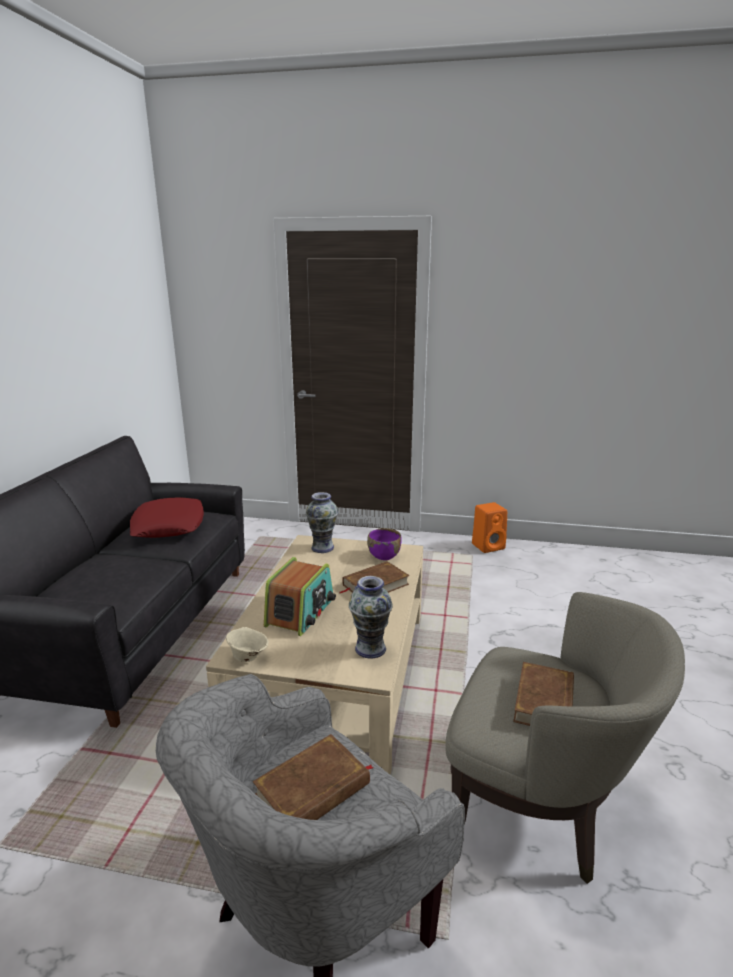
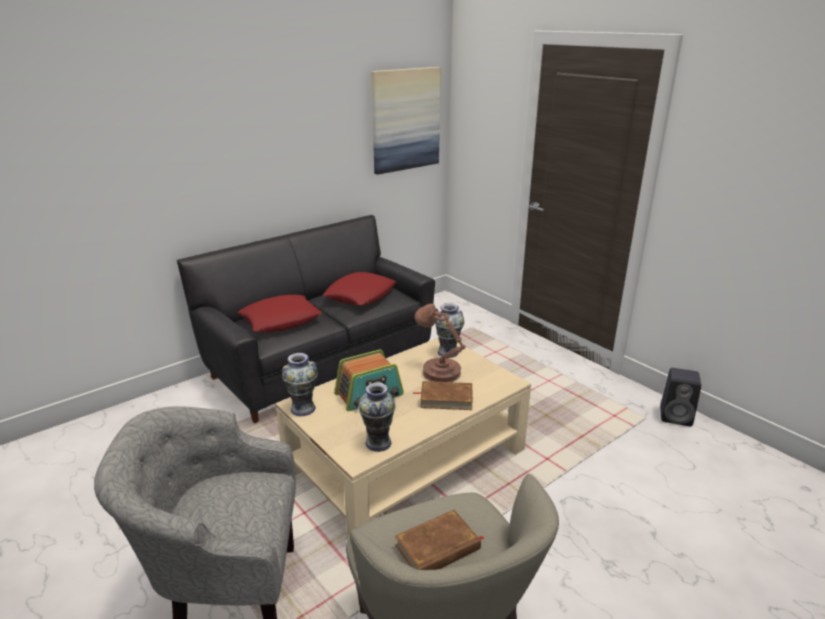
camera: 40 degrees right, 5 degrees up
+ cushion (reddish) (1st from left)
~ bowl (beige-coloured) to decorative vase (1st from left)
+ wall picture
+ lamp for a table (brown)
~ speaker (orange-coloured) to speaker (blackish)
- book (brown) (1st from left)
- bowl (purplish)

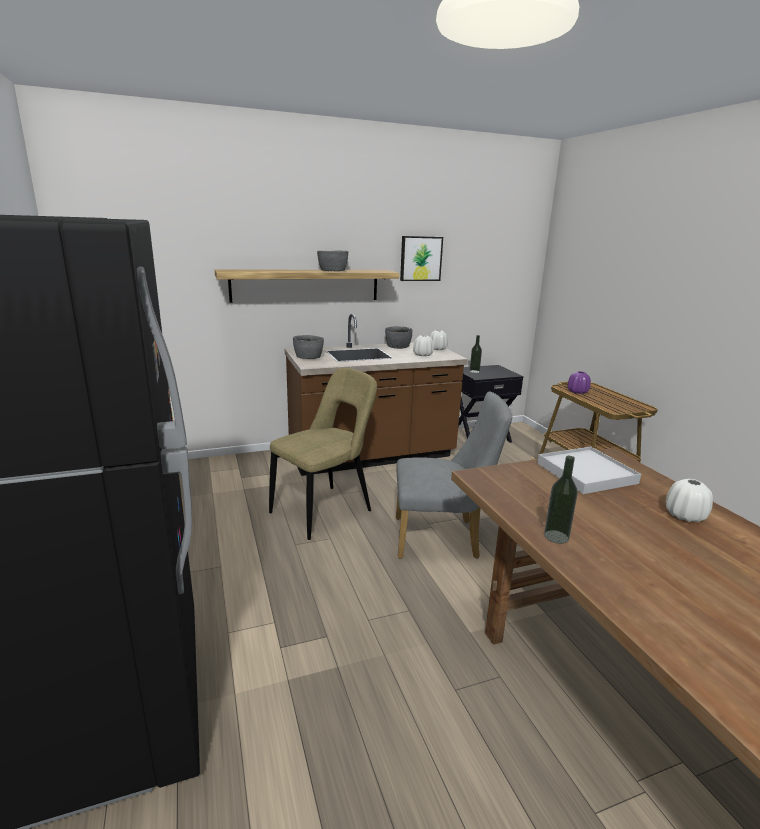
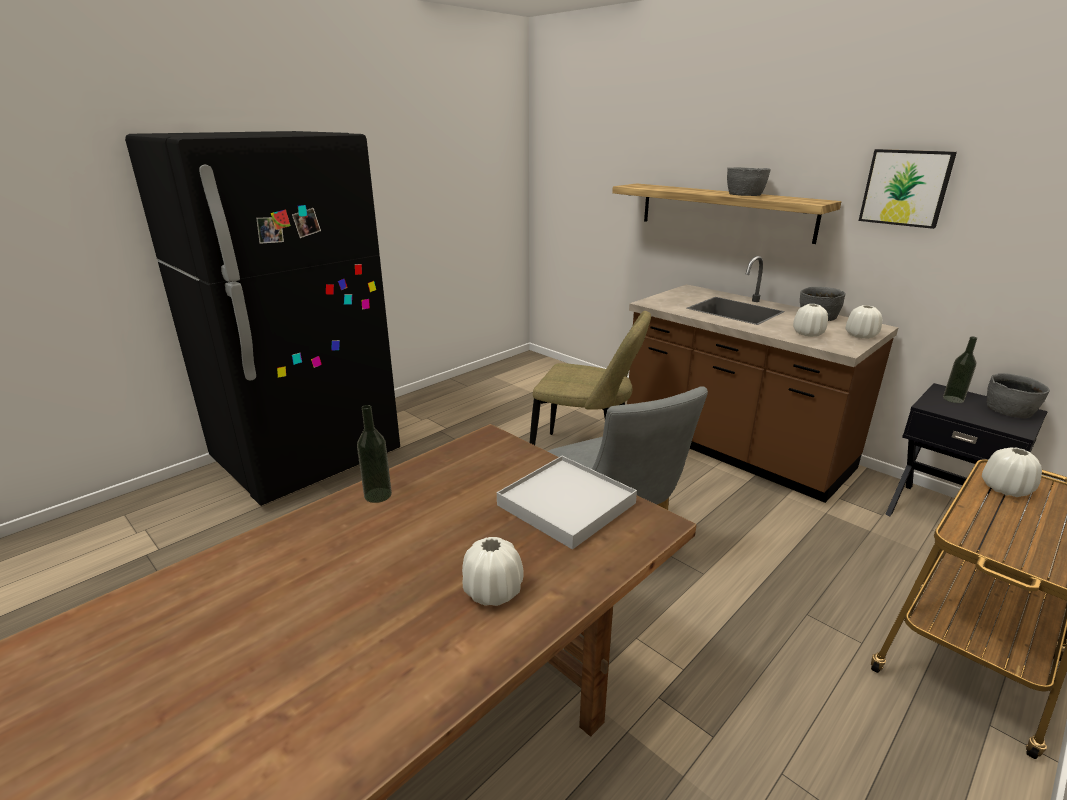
camera: 65 degrees right, 5 degrees up
~ decorative vase (purplish) to decorative vase (white) (4th from left)
~ bowl (greyish) (1st from left in the first image) to bowl (greyish) (3rd from left)

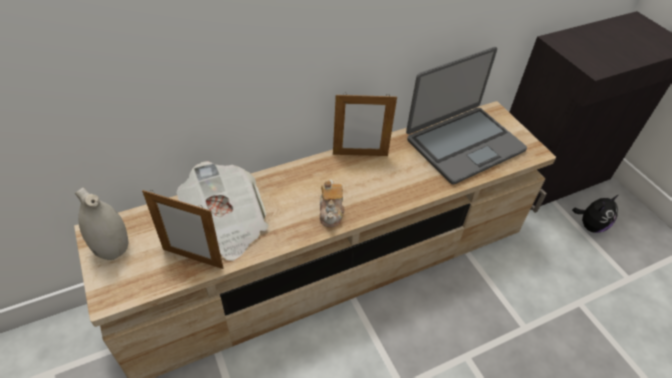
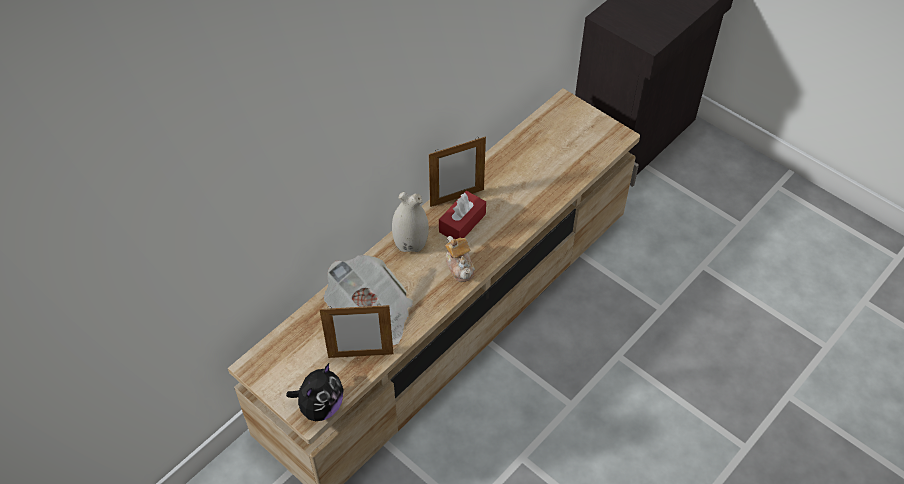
camera: 20 degrees left, 5 degrees up
~ cuddly toy
~ decorative vase (white)
+ tissue box (reddish)
- portable computer

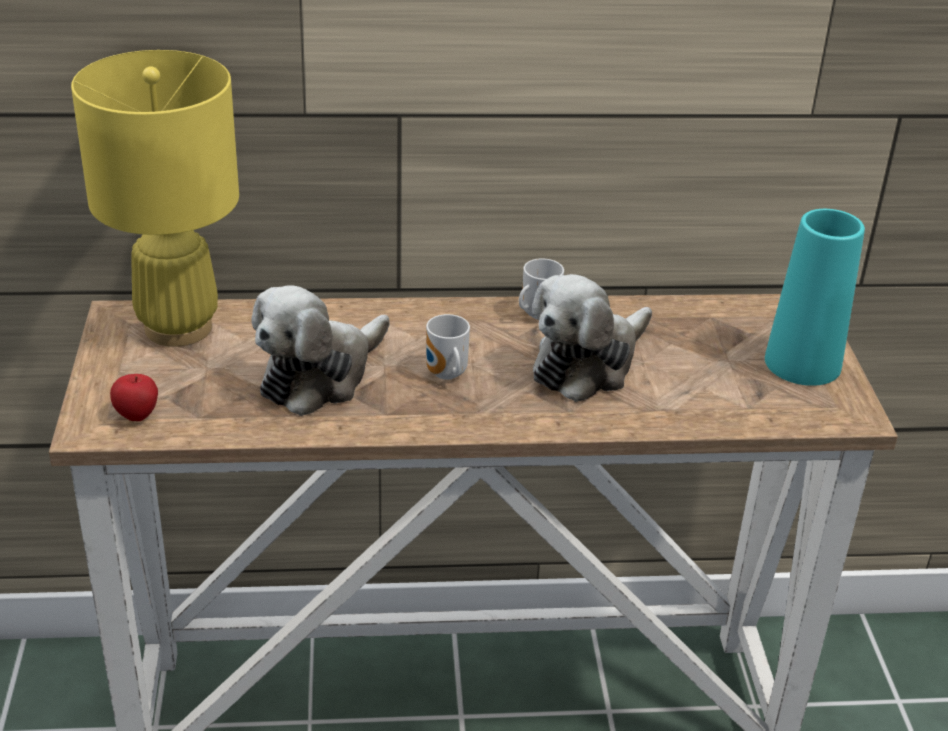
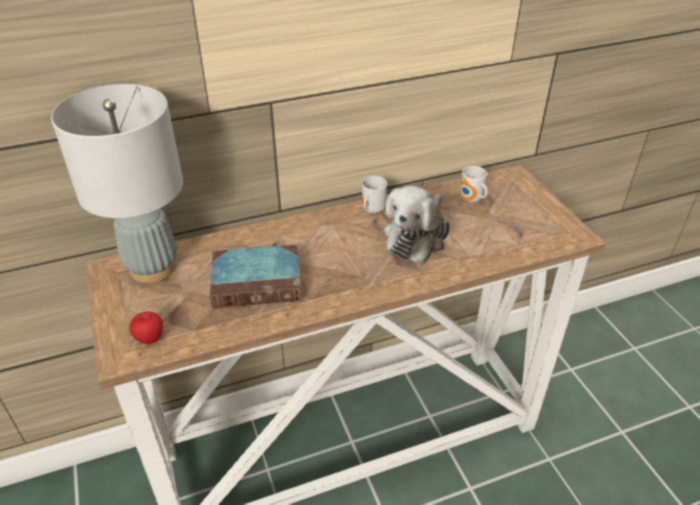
camera: 15 degrees left, 5 degrees up
~ lamp for a table (yellow-coloured) to lamp for a table (greyish)
~ cuddly toy (1st from left) to book
~ coffee mug (1st from left in the first image) to coffee mug (2nd from left)
- decorative vase (blue-green)

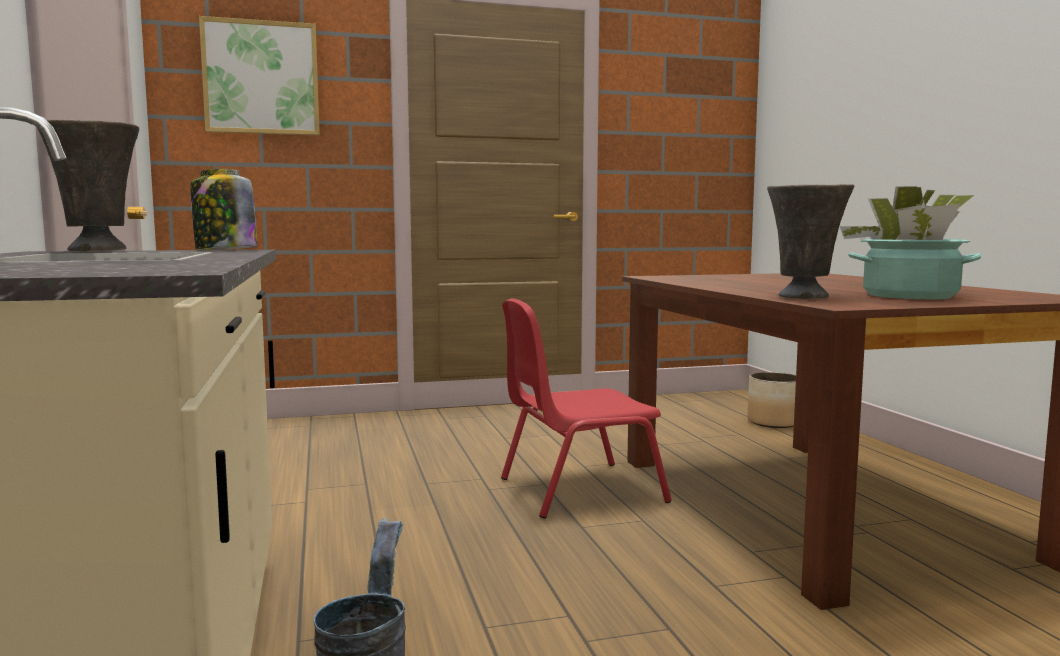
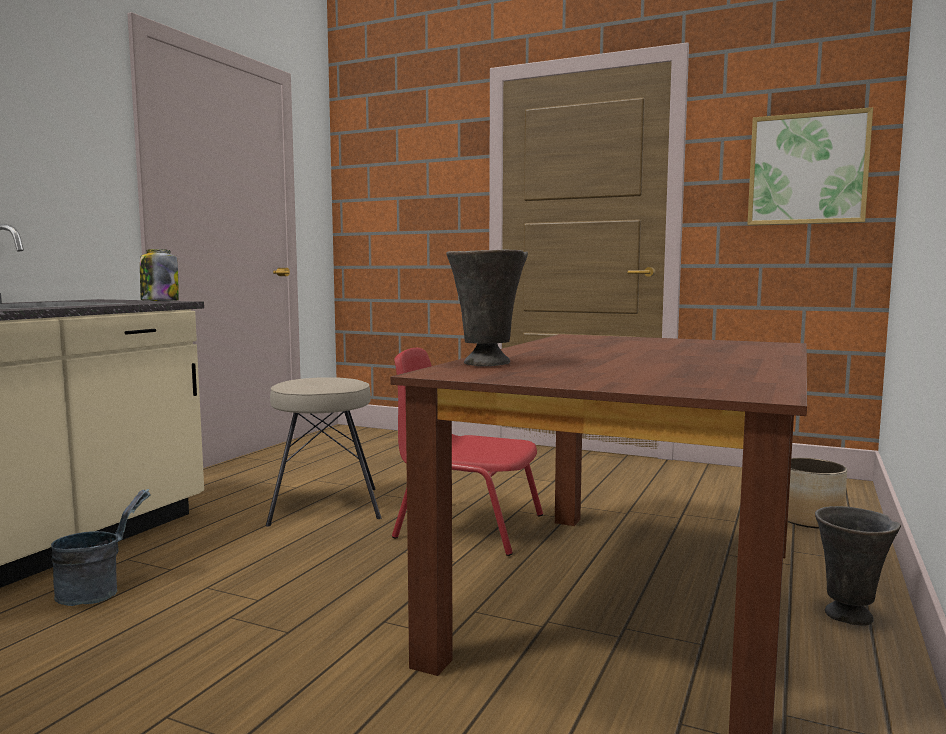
camera: 40 degrees right, 0 degrees up
+ stool (beige-coloured)
~ wall picture
~ decorative vase (greyish) (1st from left in the first image) to decorative vase (greyish) (2nd from left)
- plant in a pot

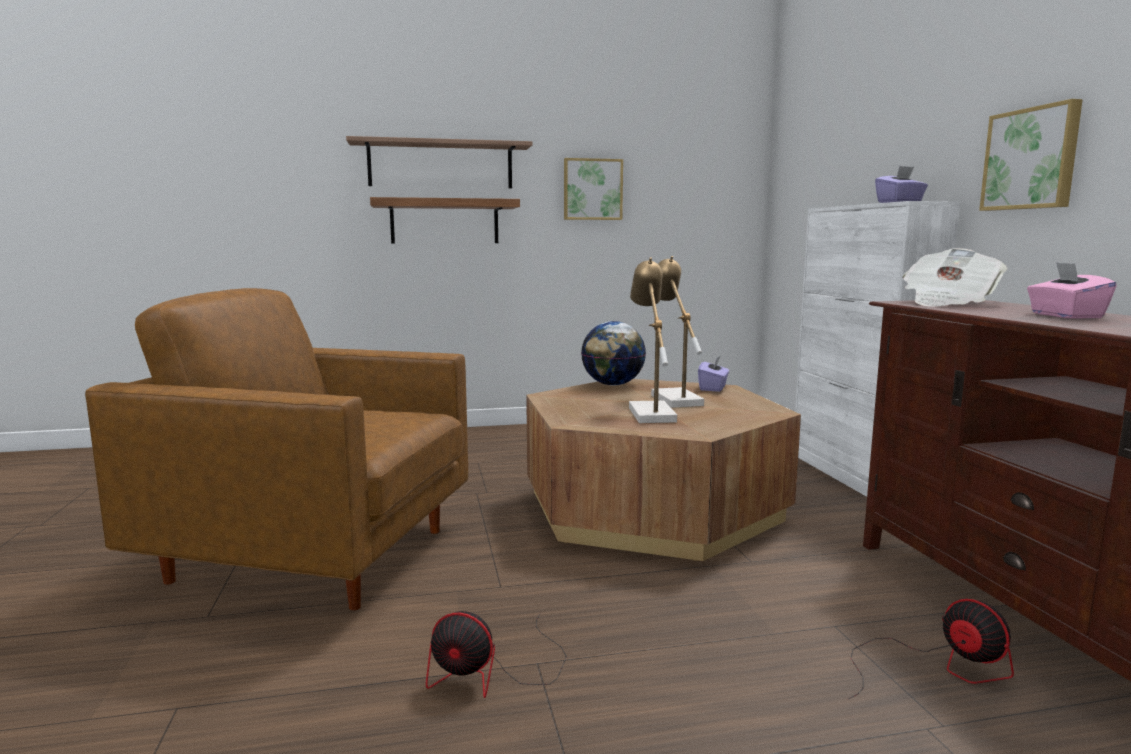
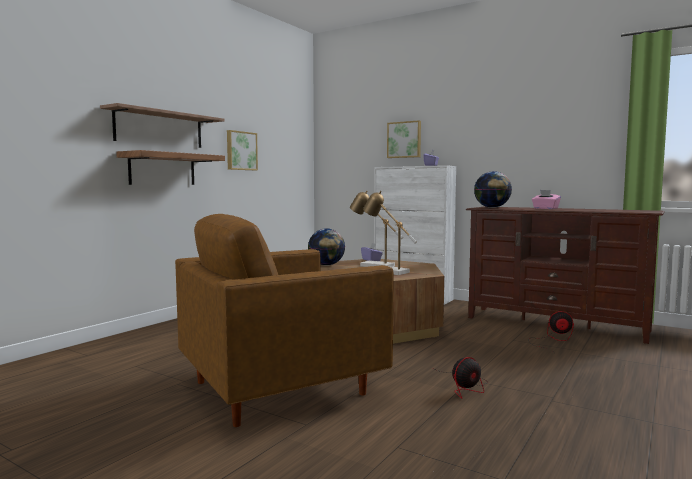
camera: 45 degrees left, 5 degrees down
~ wall picture (2nd from left)
~ printed paper to globe (2nd from left)

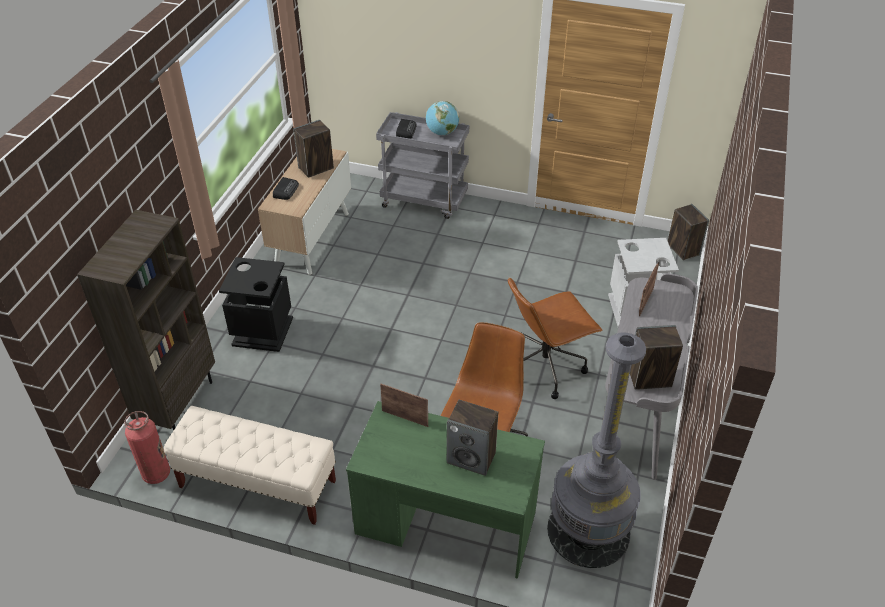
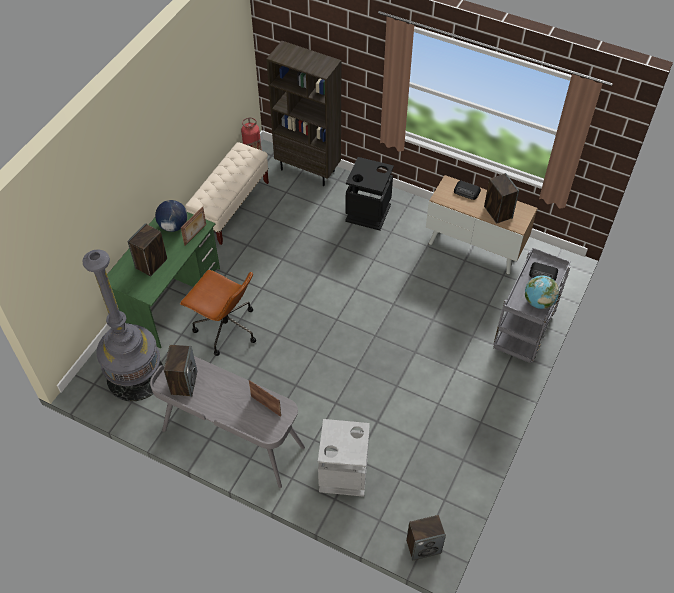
camera: 100 degrees right, 10 degrees up
+ globe (1st from left)
- desk chair (brown) (2nd from left)

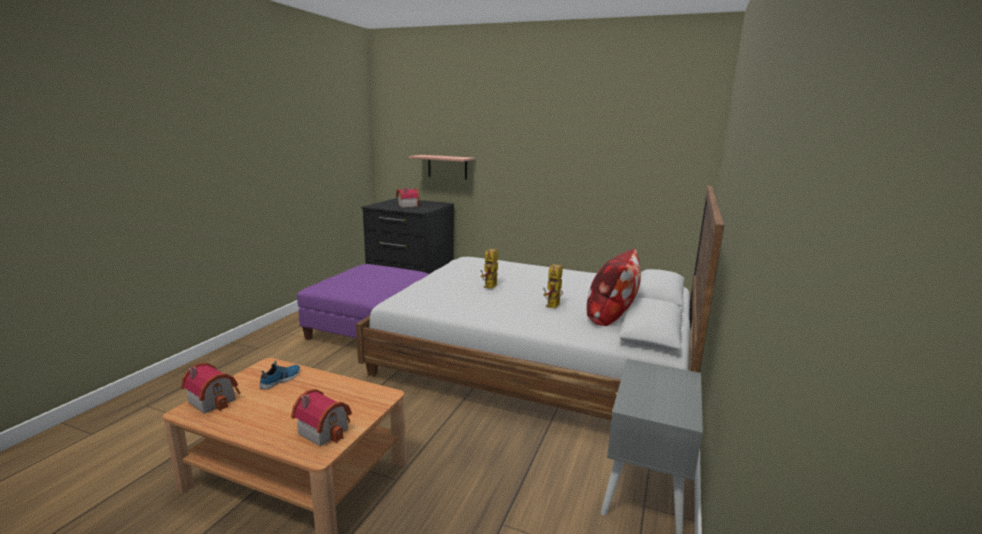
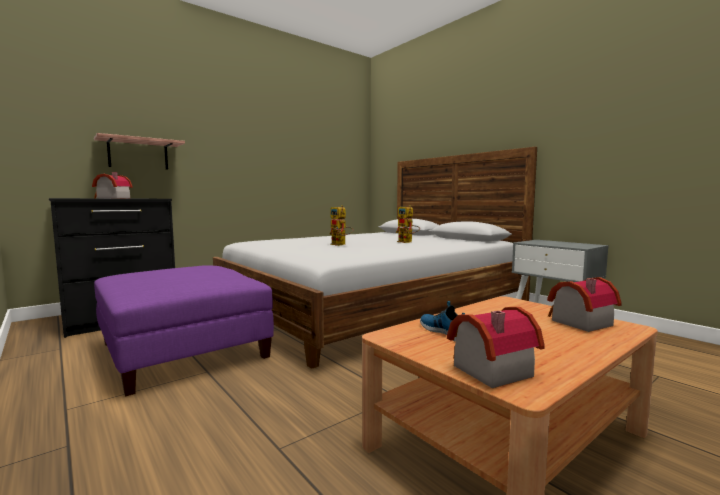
camera: 60 degrees left, 10 degrees down
- cushion

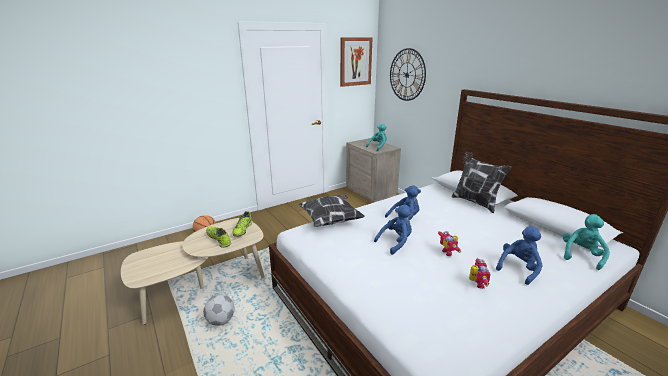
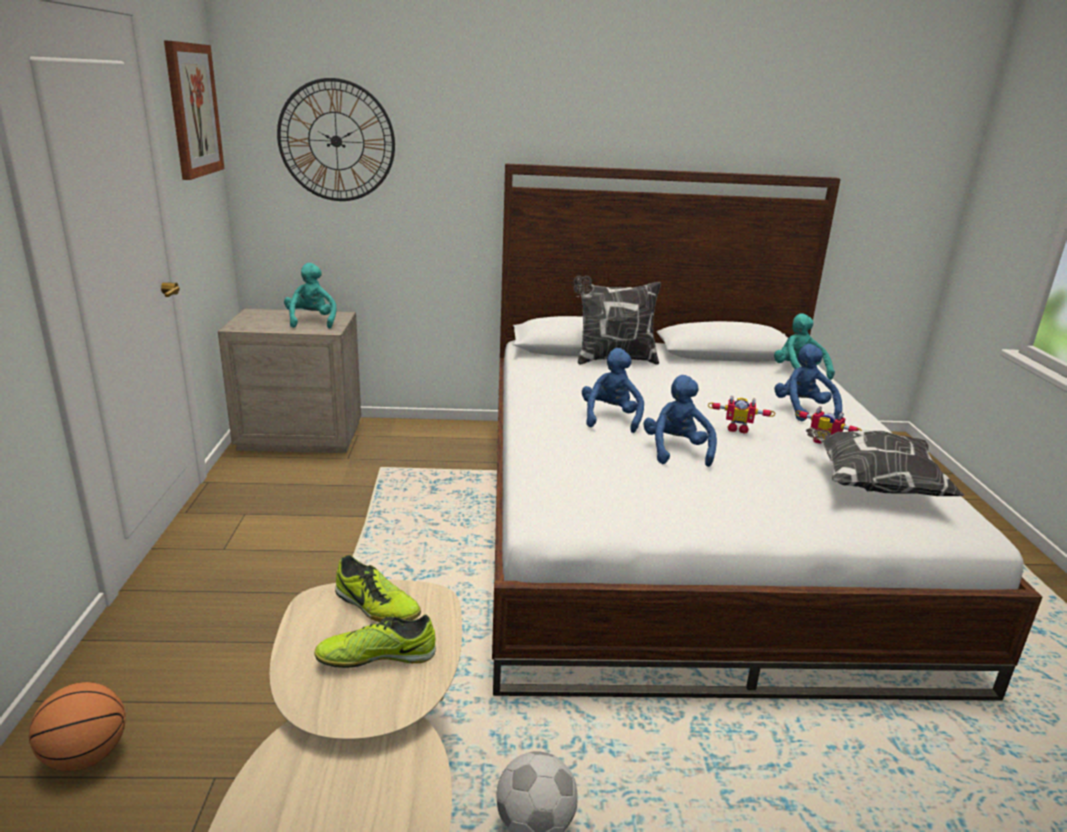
camera: 60 degrees left, 0 degrees up
~ cushion (1st from left in the first image) to cushion (2nd from left)

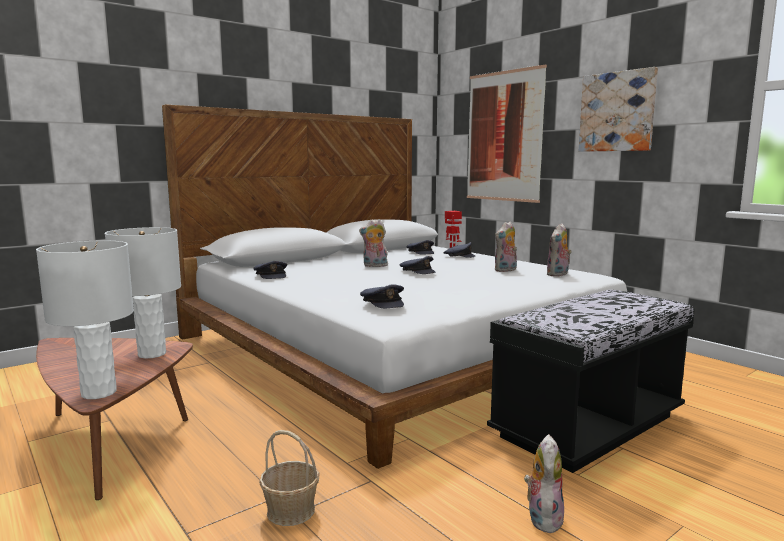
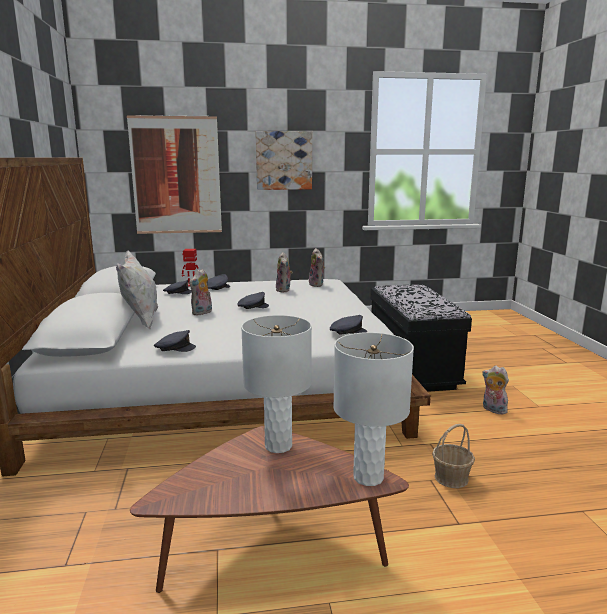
camera: 60 degrees left, 5 degrees up
+ cushion (white)

